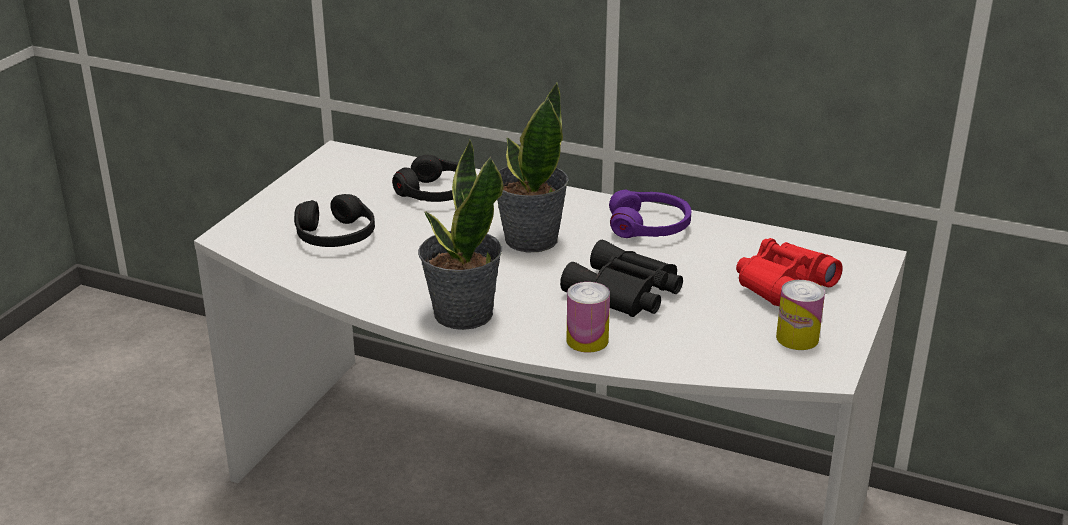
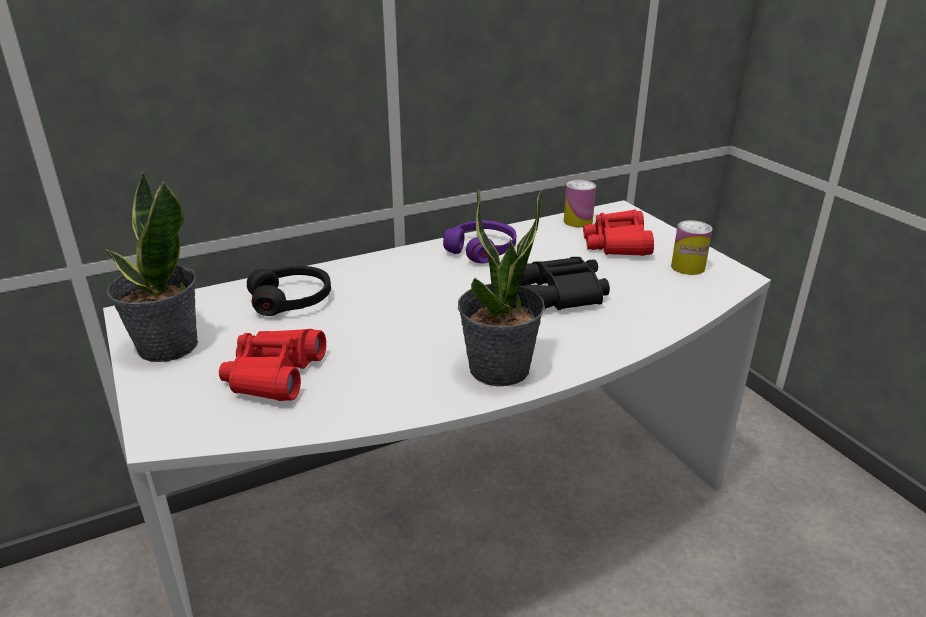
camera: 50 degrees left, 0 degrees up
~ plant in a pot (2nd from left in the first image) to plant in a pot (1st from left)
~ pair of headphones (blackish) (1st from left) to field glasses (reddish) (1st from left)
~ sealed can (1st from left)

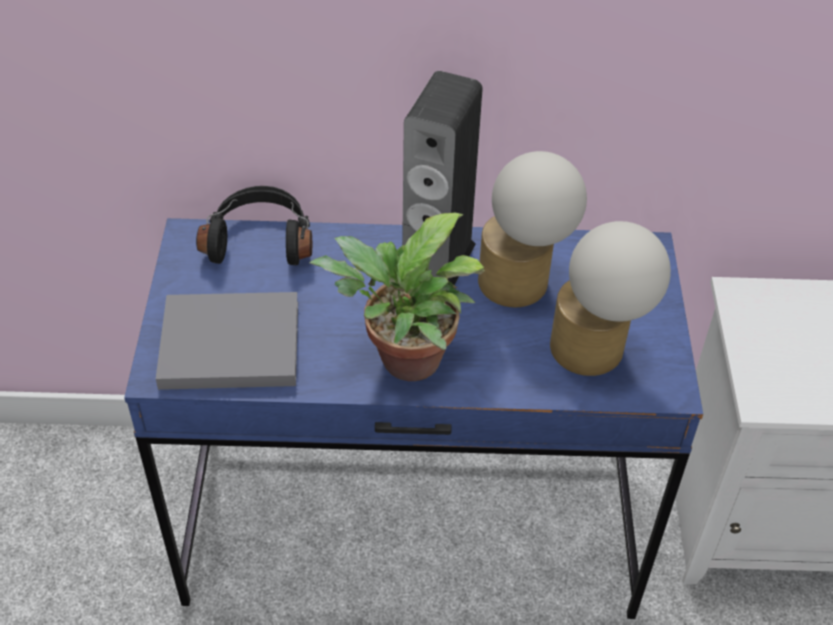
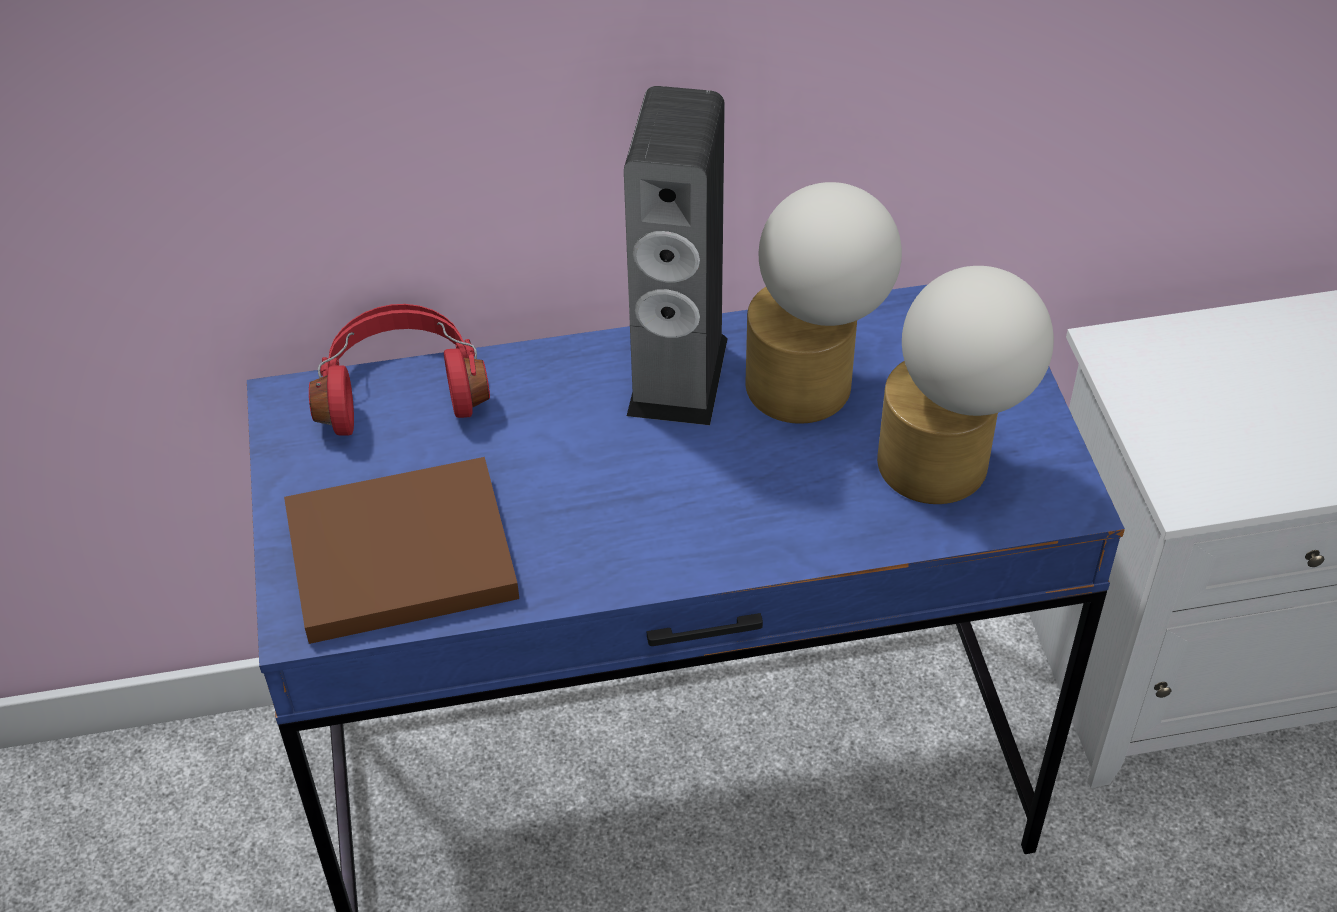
camera: 10 degrees left, 0 degrees up
~ book (greyish) to book (brown)
~ pair of headphones (blackish) to pair of headphones (reddish)
- plant in a pot

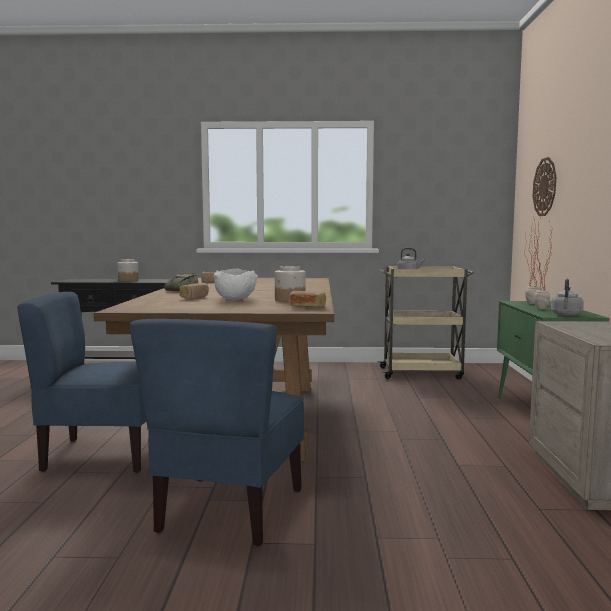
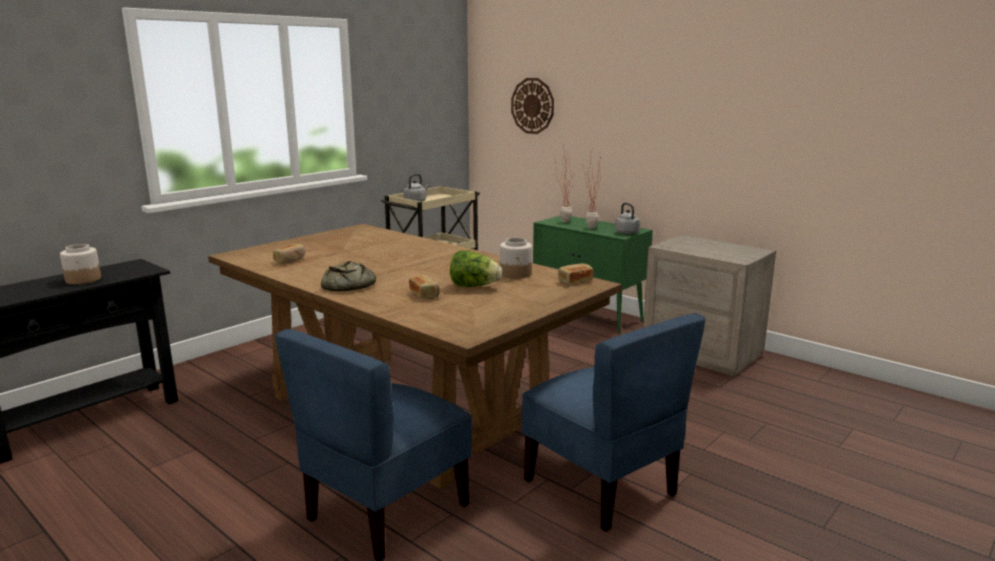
camera: 50 degrees left, 10 degrees up
~ bowl (white) to lettuce head

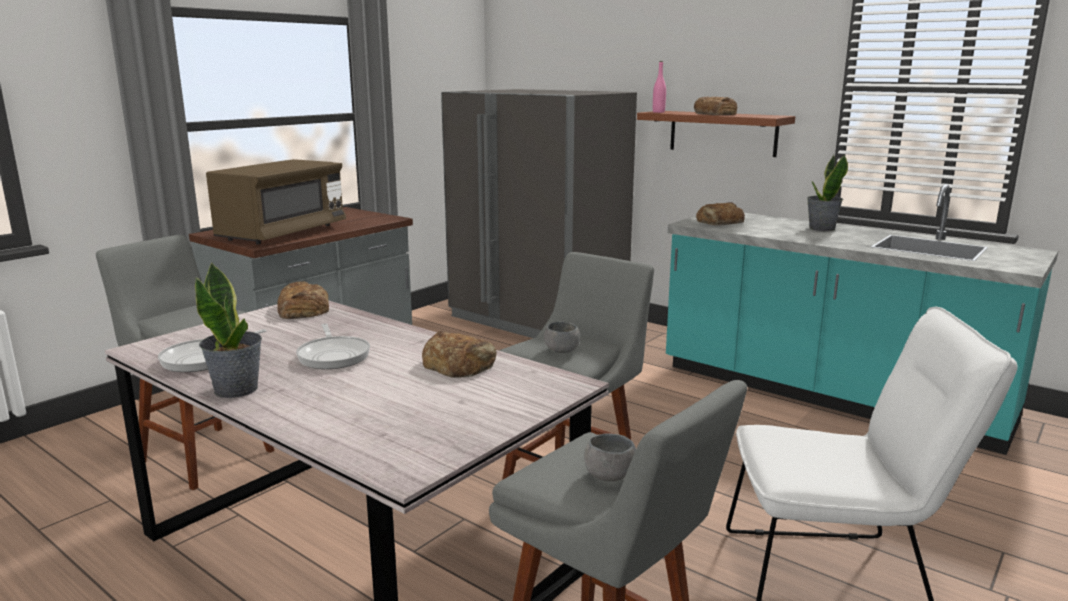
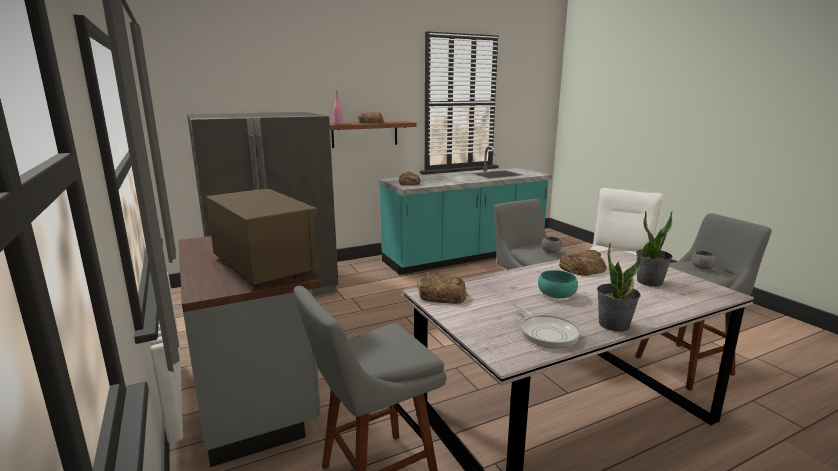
camera: 65 degrees left, 0 degrees up
~ frying pan (2nd from left) to bowl (blue-green)
~ plant in a pot (2nd from left)

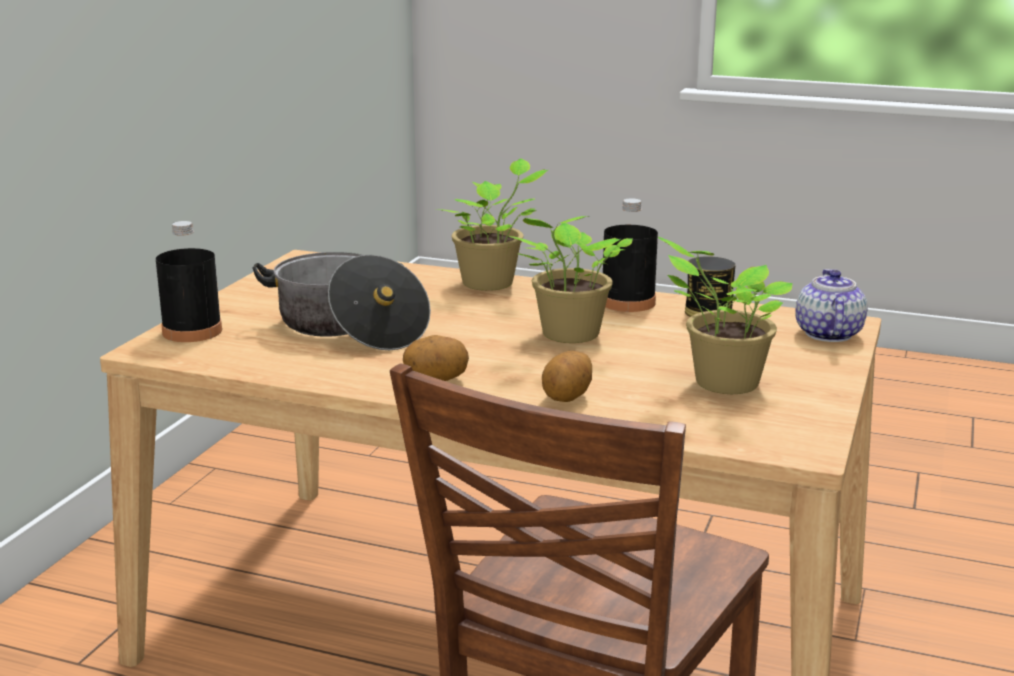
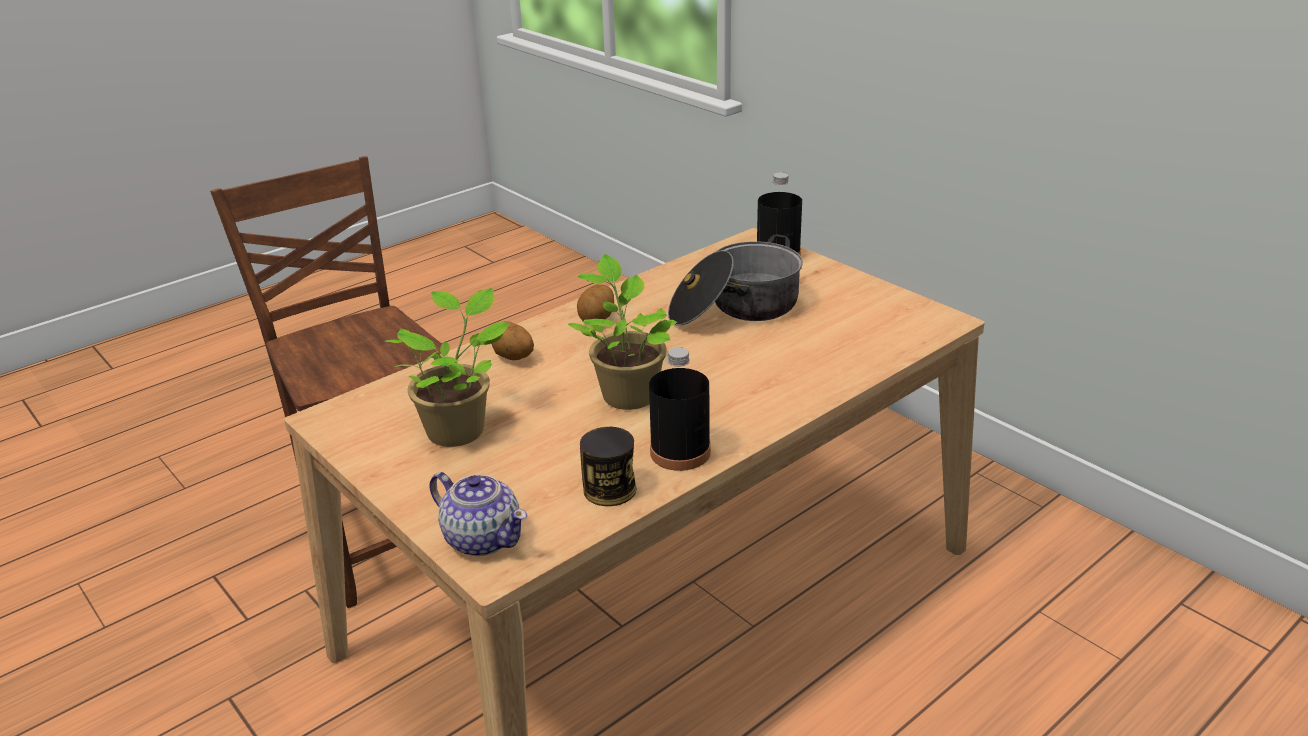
camera: 120 degrees right, 10 degrees up
- plant in a pot (1st from left)

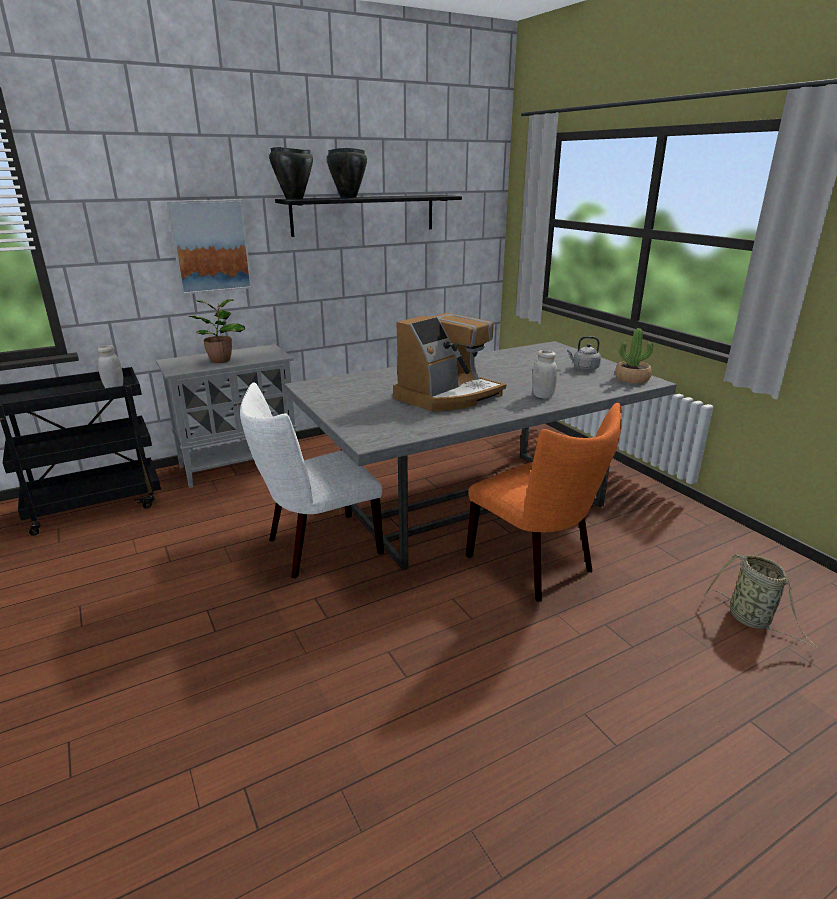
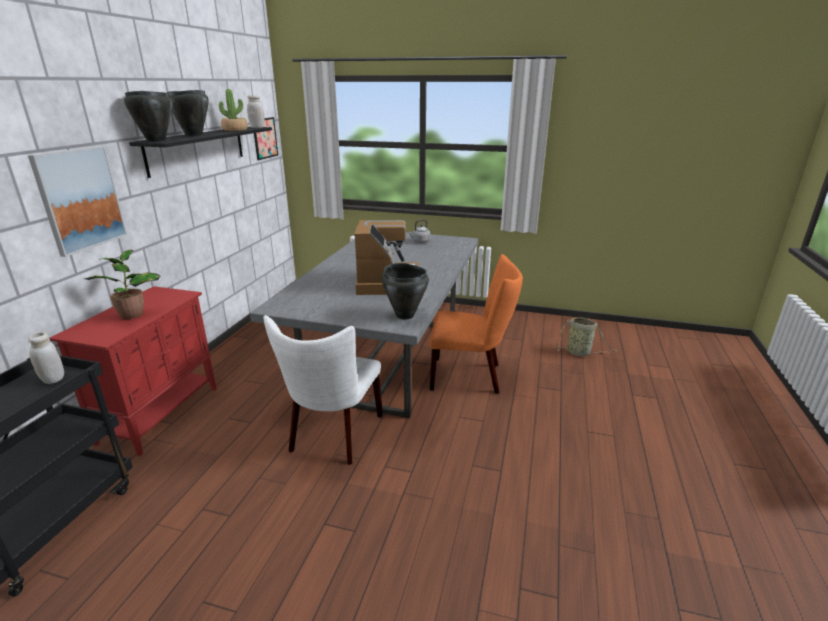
camera: 45 degrees left, 0 degrees up
~ cabinet (greyish) to cabinet (reddish)
~ plant in a pot (2nd from left)
~ preserve jar (white) (2nd from left)
+ wall picture (2nd from left)
+ stockpot (blackish) (3rd from left)

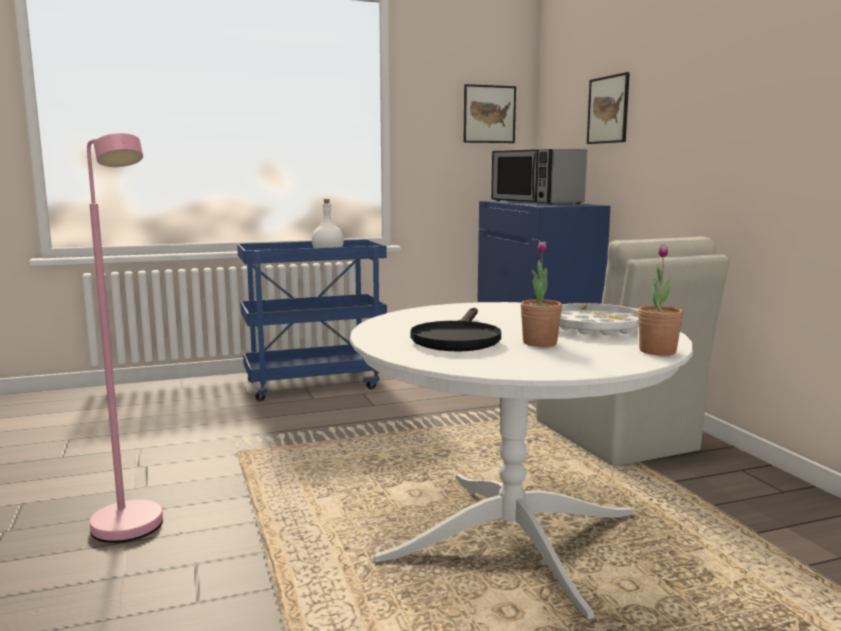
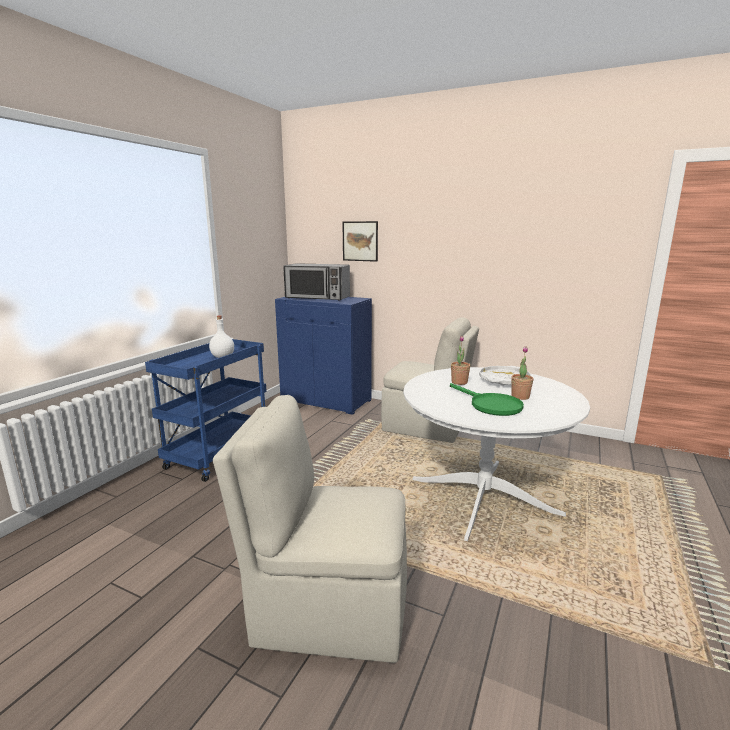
camera: 45 degrees left, 5 degrees up
~ standing lamp (pinkish) to chair (beige-coloured) (1st from left)
~ frying pan (blackish) to frying pan (green)
~ plant in a pot (2nd from left in the first image) to plant in a pot (1st from left)
- wall picture (1st from left)

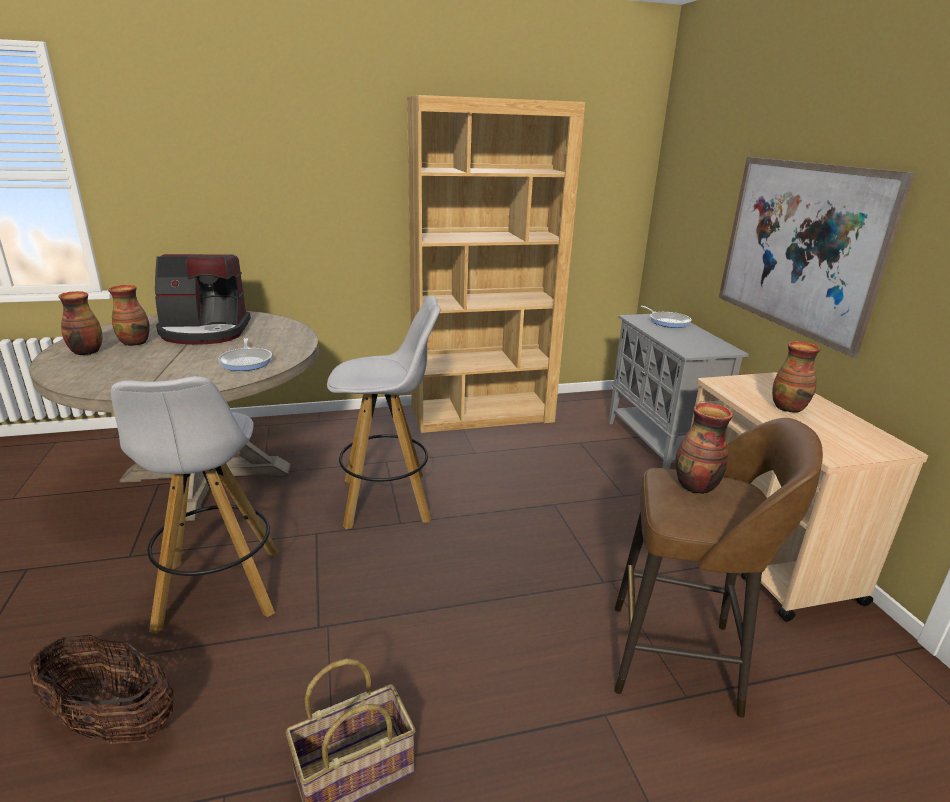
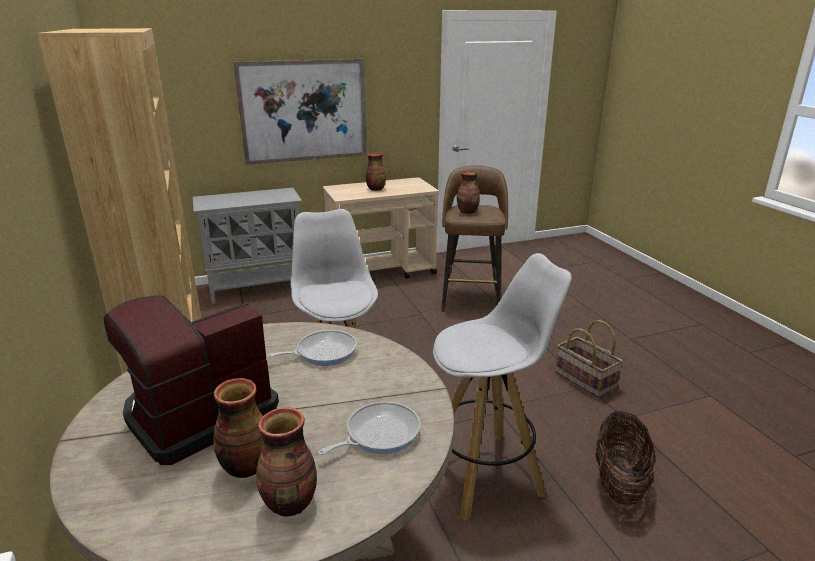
camera: 95 degrees left, 0 degrees up
~ coffee maker 120 degrees counterclockwise
~ frying pan (2nd from left)

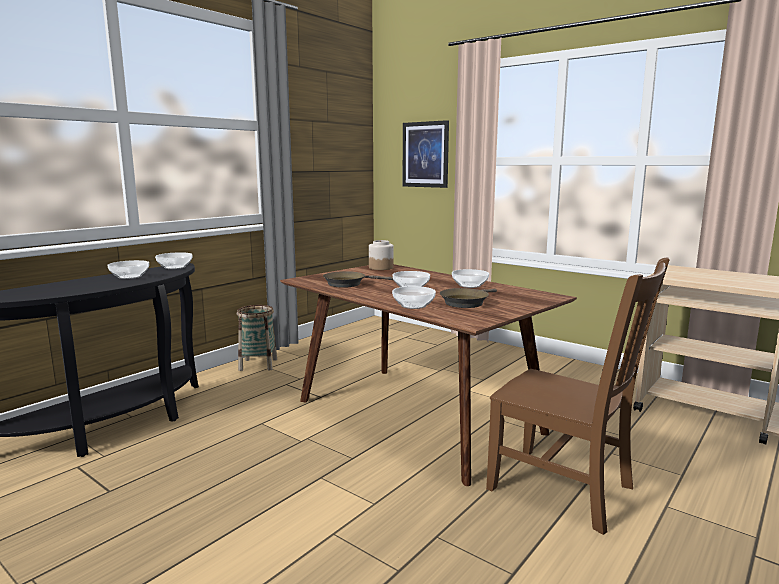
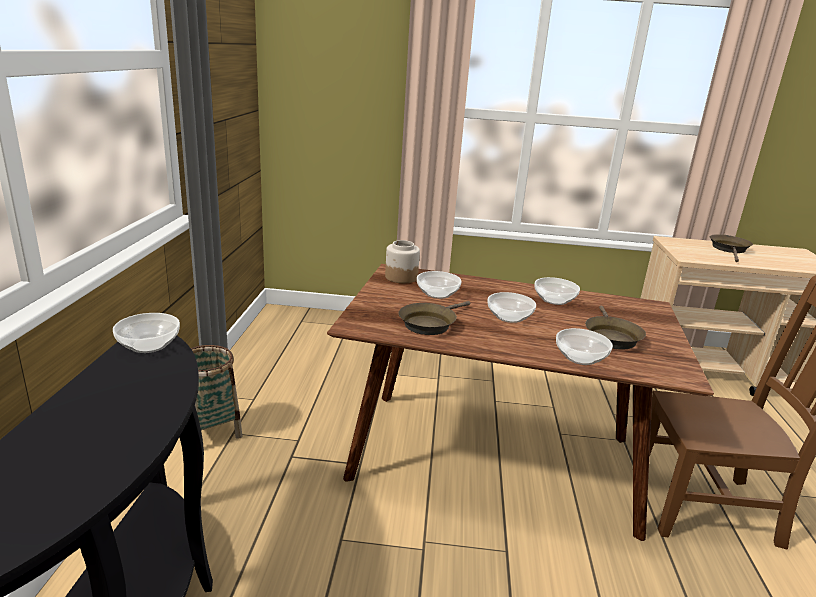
camera: 35 degrees left, 10 degrees up
~ bowl (1st from left in the first image) to bowl (2nd from left)
+ frying pan (brown) (3rd from left)
- wall picture

